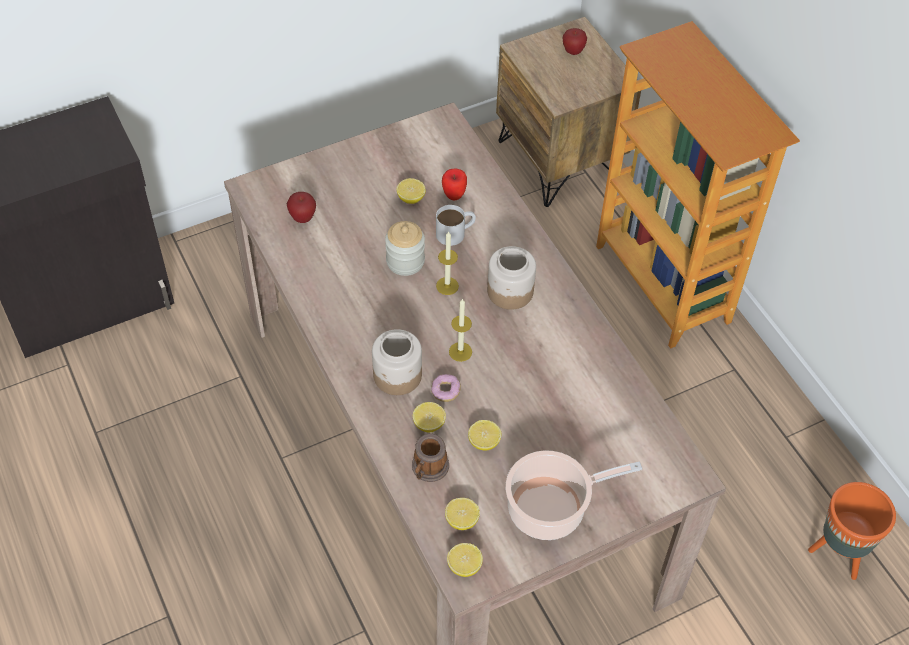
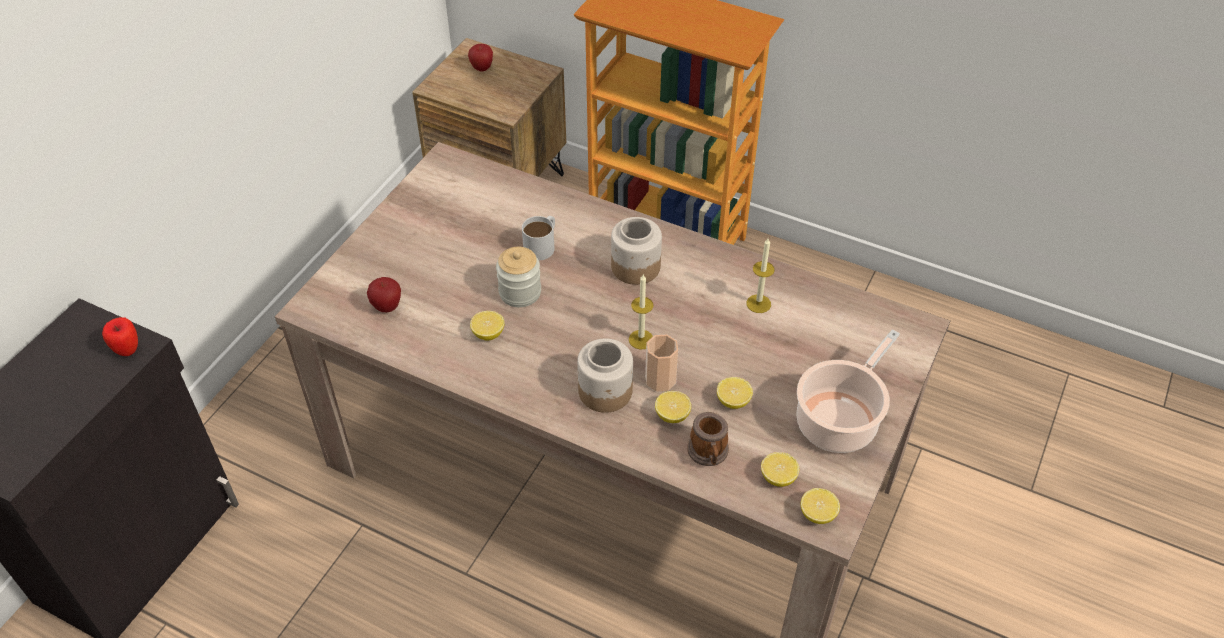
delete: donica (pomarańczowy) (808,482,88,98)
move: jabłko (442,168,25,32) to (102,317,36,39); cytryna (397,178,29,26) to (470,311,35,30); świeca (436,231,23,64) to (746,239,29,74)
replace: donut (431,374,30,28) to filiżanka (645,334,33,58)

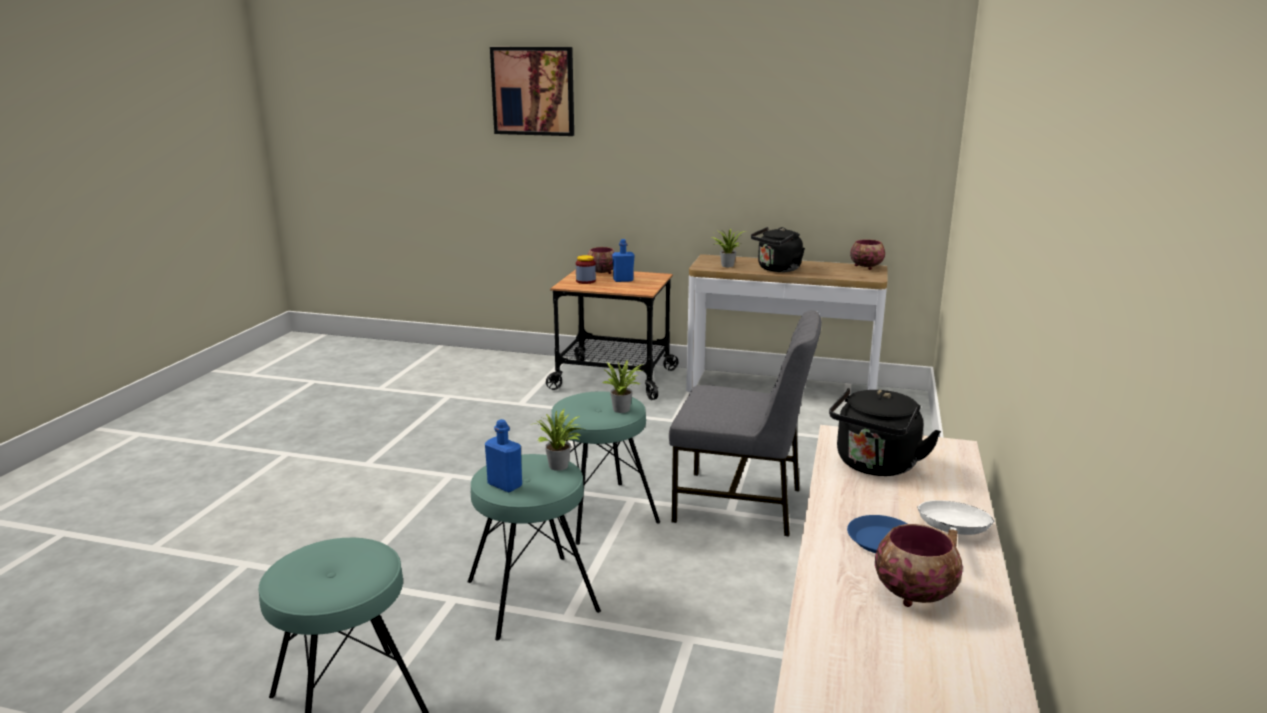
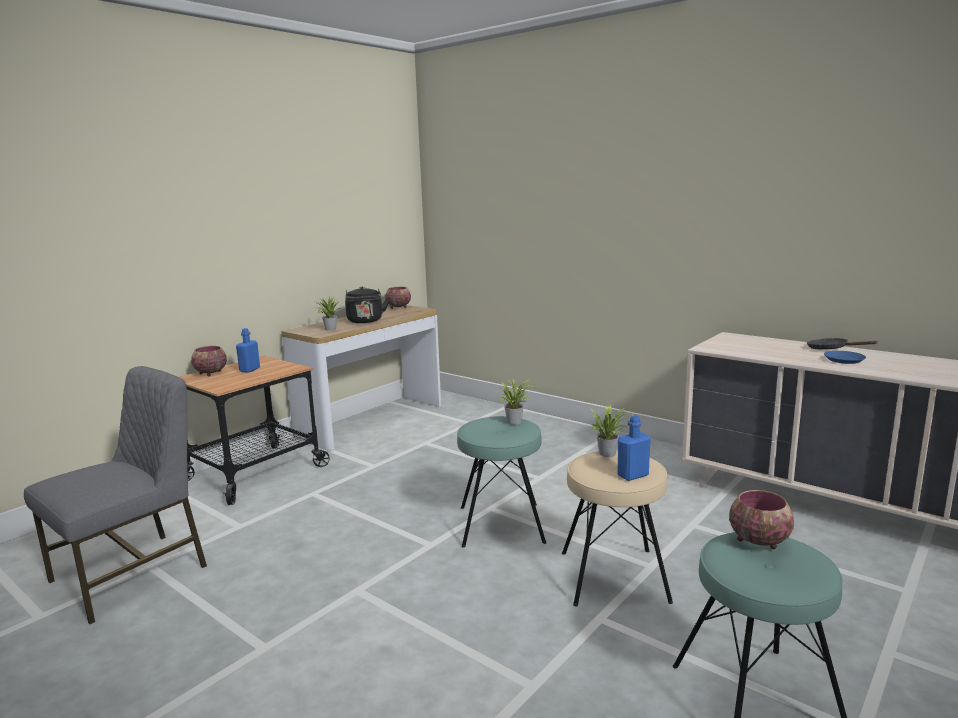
delete: obraz (490,47,84,89); słoik (576,255,20,29); czajnik (czarny) (829,388,112,88)
move: krzesło (szary) (669,310,153,226) to (24,366,183,258); miska (875,524,88,83) to (729,490,65,59)
recolor: stołek (turkusowy) (467,454,134,187) to stołek (beżowy) (562,451,111,156); patelnia (biały) (917,500,78,46) to patelnia (czarny) (807,338,71,12)

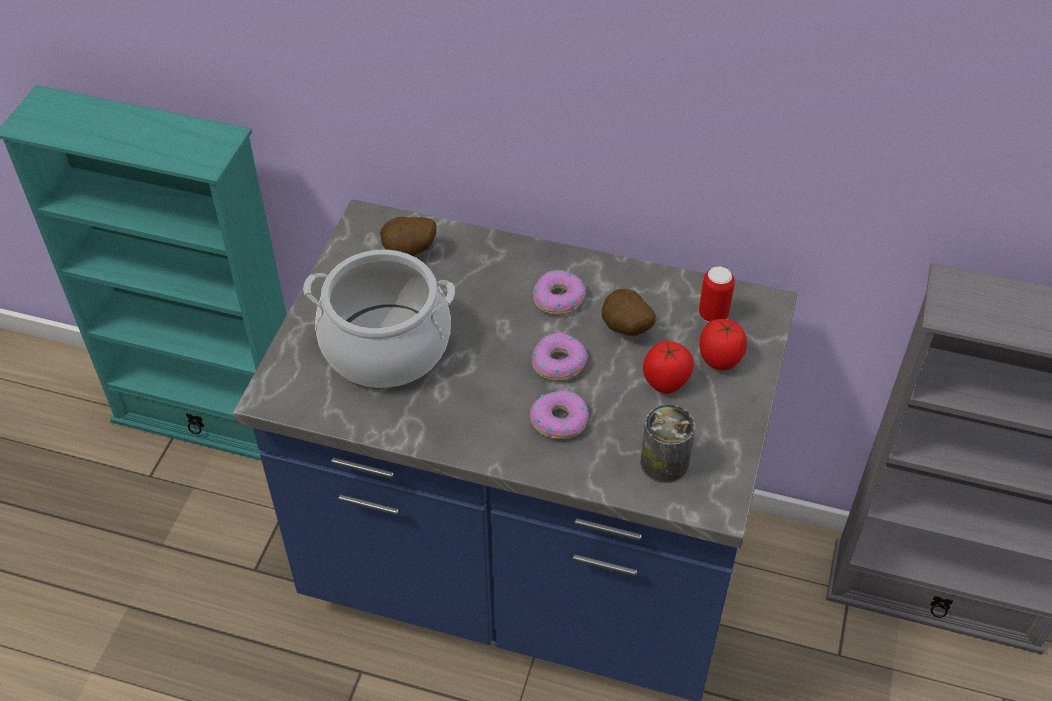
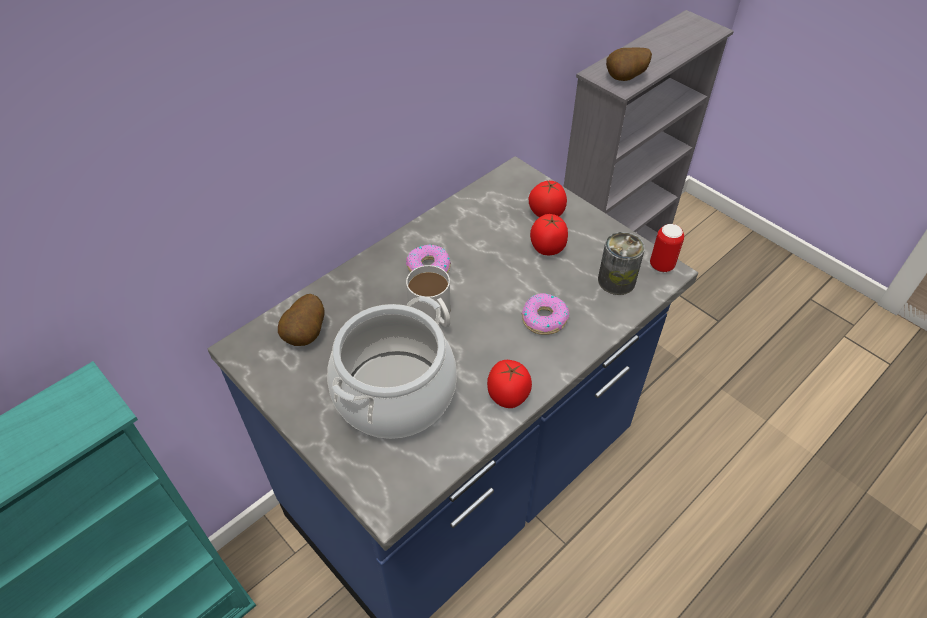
delete: donut (532,333,56,48)
insert: kubek (biały) (406,265,44,63); pomidor (487,360,45,48)
move: ziemniak (602,289,54,47) to (606,48,46,33); puszka (699,266,36,56) to (650,224,34,48)

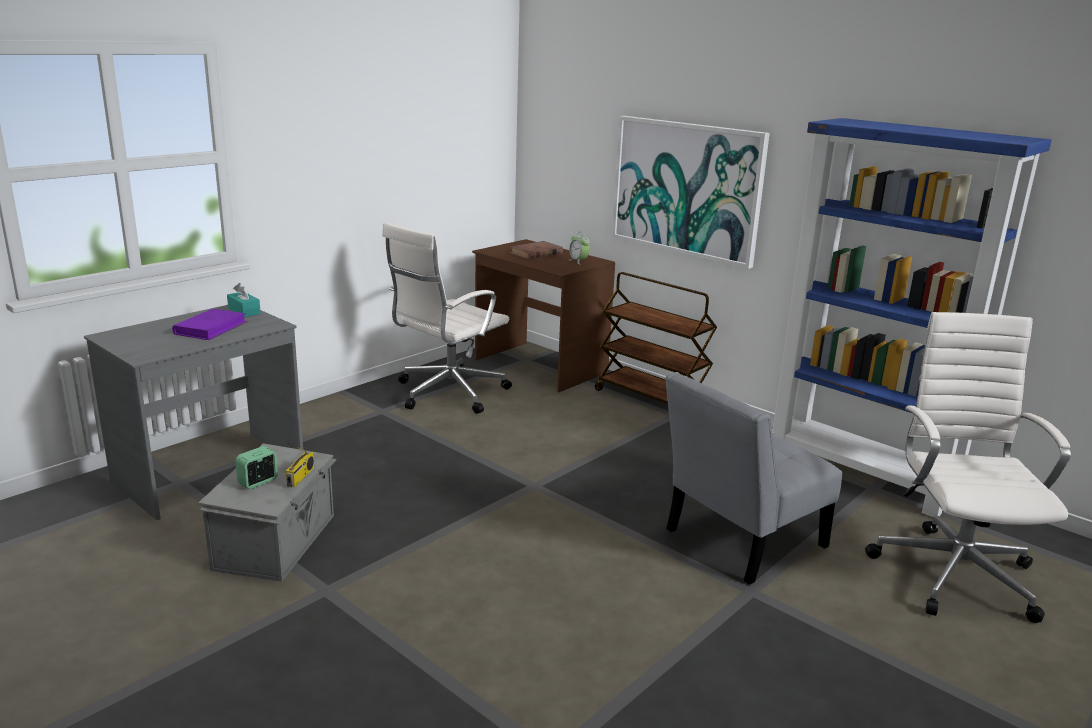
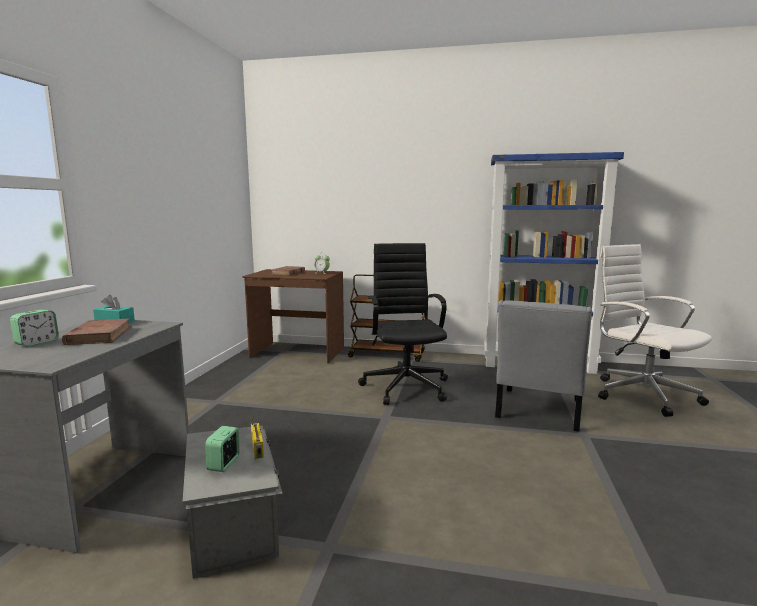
delete: krzesło biurowe (biały) (382,222,130,192); obraz (612,116,158,153)
insert: budzik (10,310,49,36); krzesło biurowe (czarny) (358,243,90,162)
recolor: książka (fioletowy) (172,309,76,31) to książka (brązowy) (62,319,70,26)

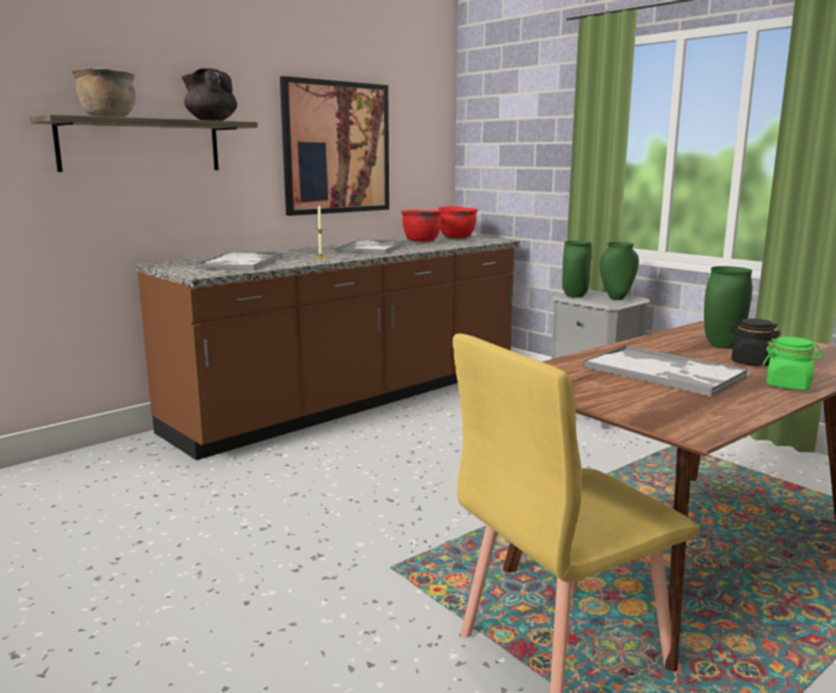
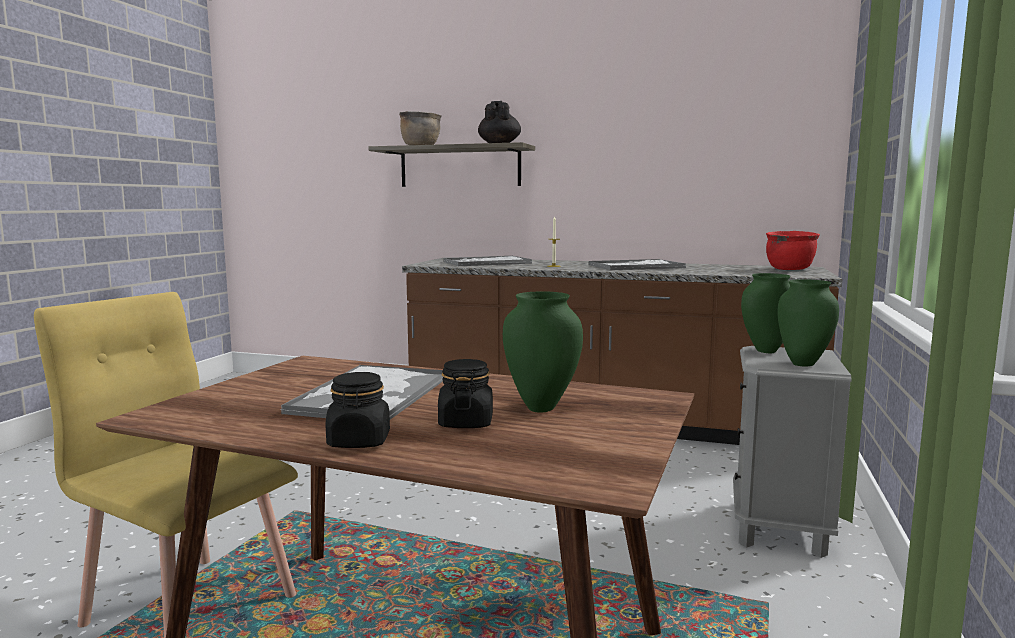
delete: obraz (280,76,109,140); garnek (czerwony) (401,210,41,32)
recolor: słoik (zielony) (762,337,62,53) to słoik (czarny) (326,372,64,76)

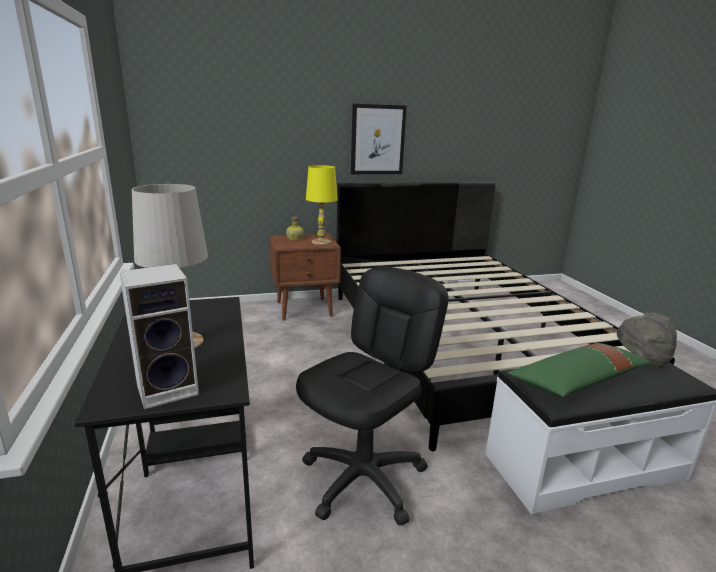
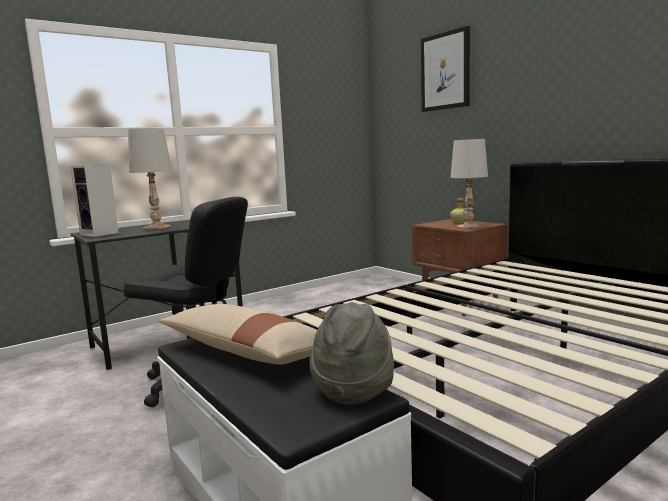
move: obraz (351,104,56,70) to (421,26,49,86)
recolor: poduszka (zielony) (508,343,143,54) to poduszka (beżowy) (159,304,158,61); lampa stołowa (żółty) (306,165,32,80) to lampa stołowa (biały) (450,139,38,90)

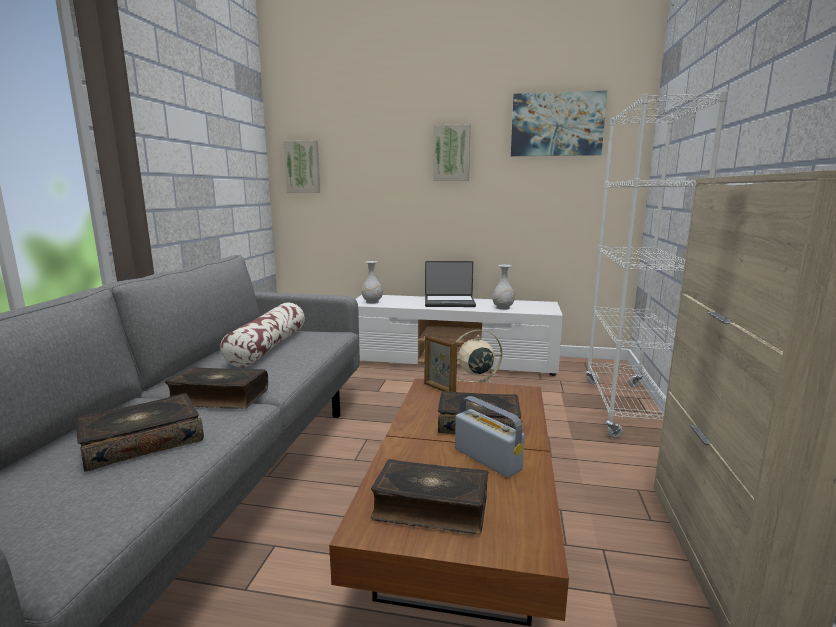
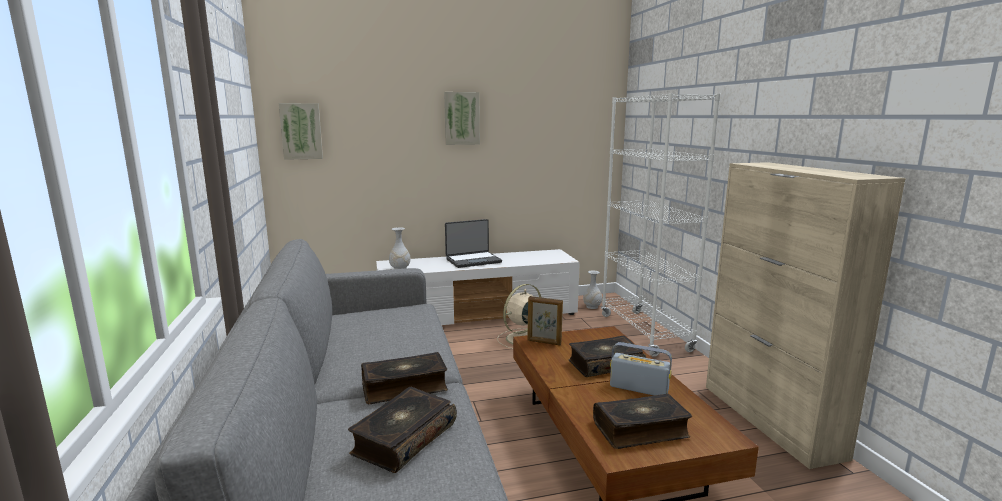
delete: poduszka (220,302,85,65); obraz (511,90,96,66)
move: wazon (biały) (492,265,23,45) to (583,271,19,38)

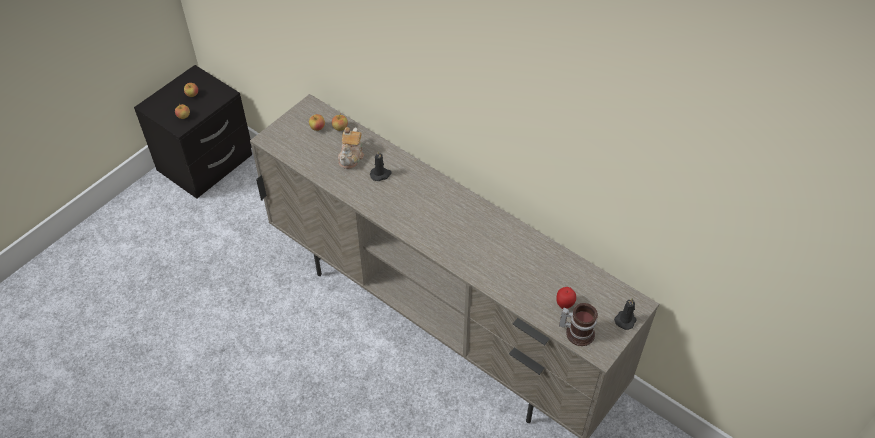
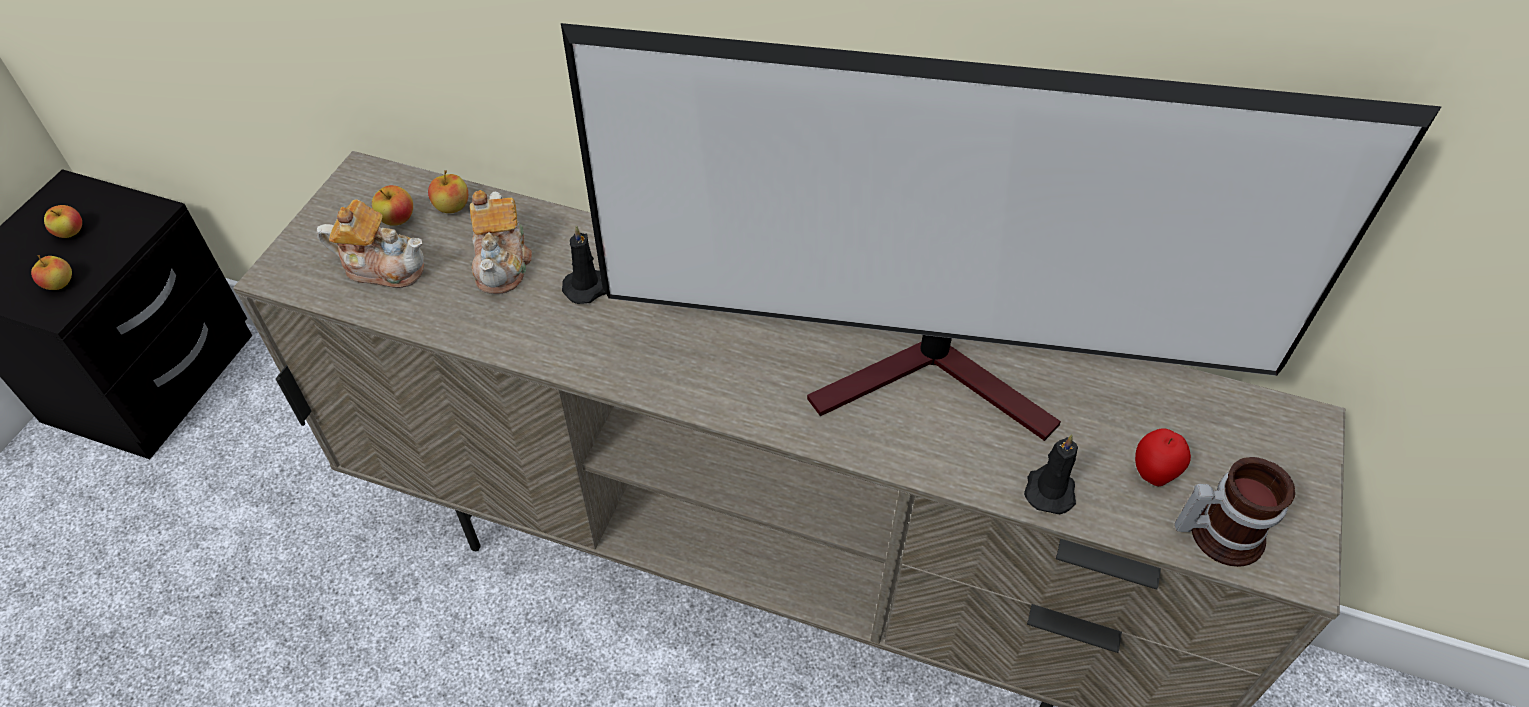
insert: imbryk (317,199,107,89); telewizor (561,23,881,418)
move: świeca (czarny) (614,298,23,32) to (1024,434,54,80)

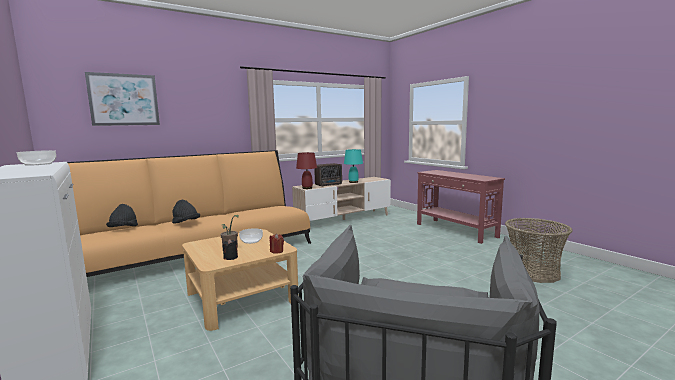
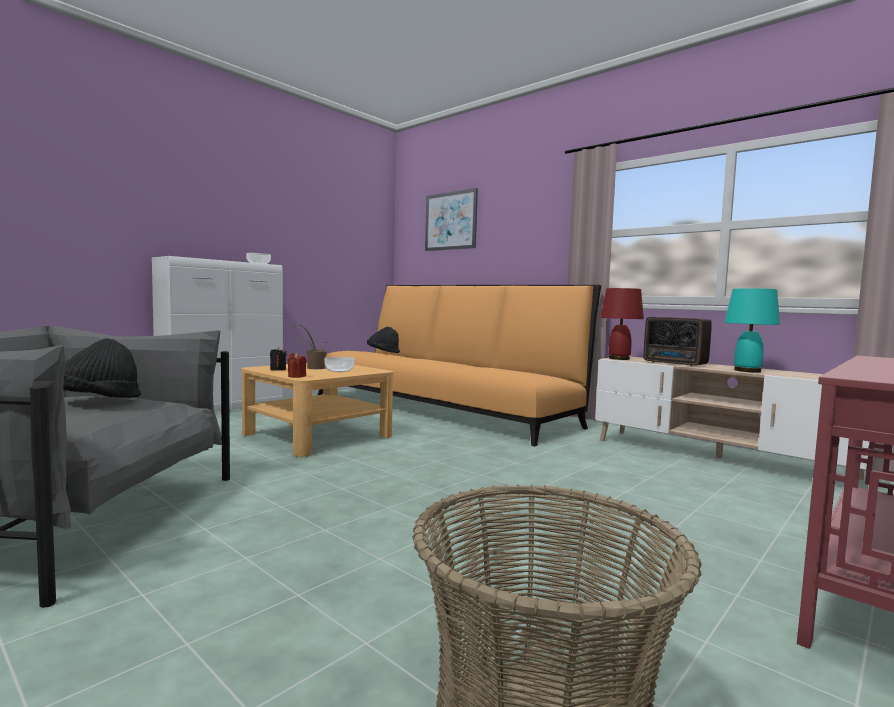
move: kapelusz (czarny) (172,200,28,24) to (63,338,78,60)

